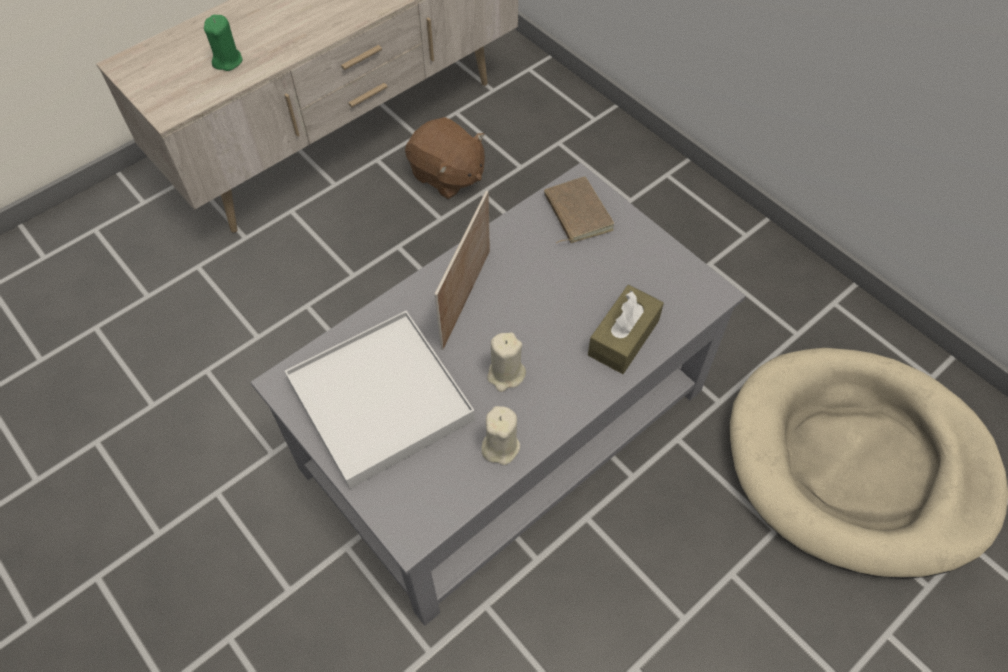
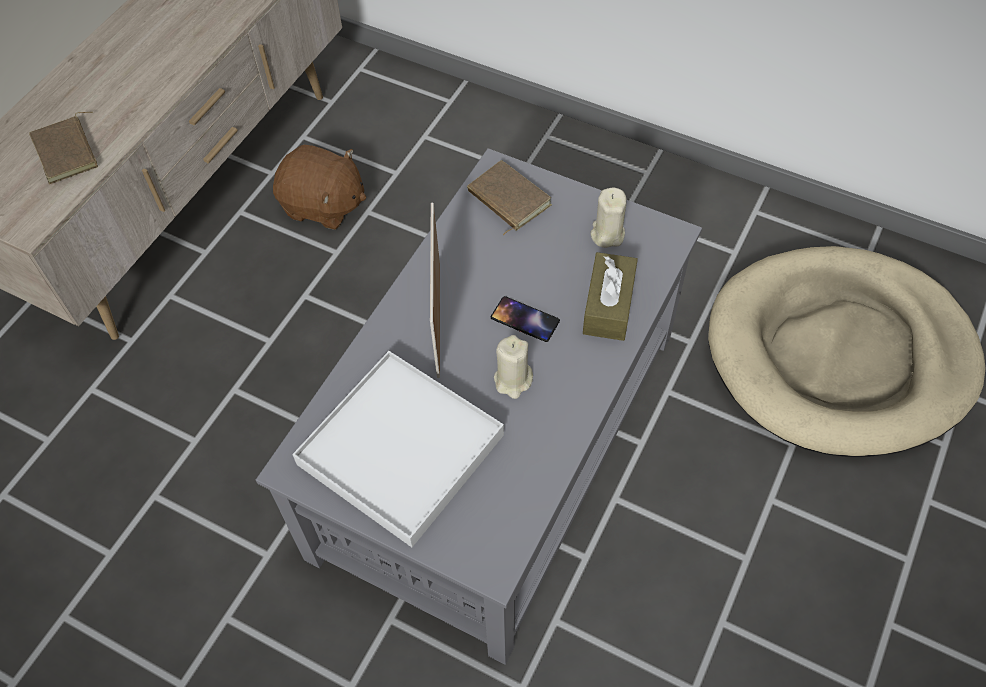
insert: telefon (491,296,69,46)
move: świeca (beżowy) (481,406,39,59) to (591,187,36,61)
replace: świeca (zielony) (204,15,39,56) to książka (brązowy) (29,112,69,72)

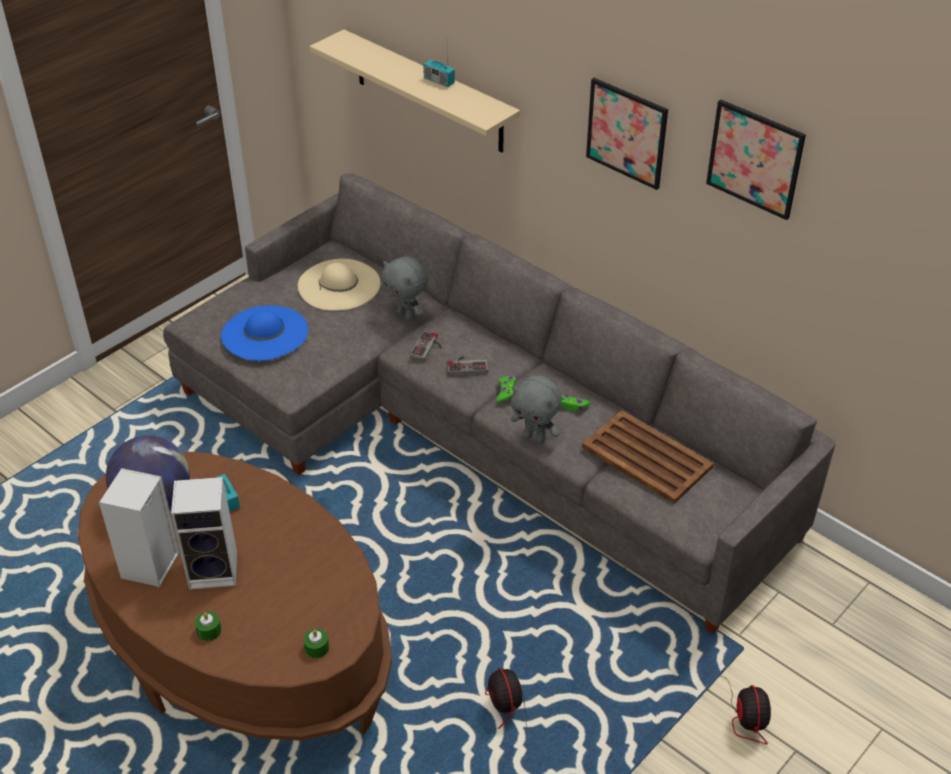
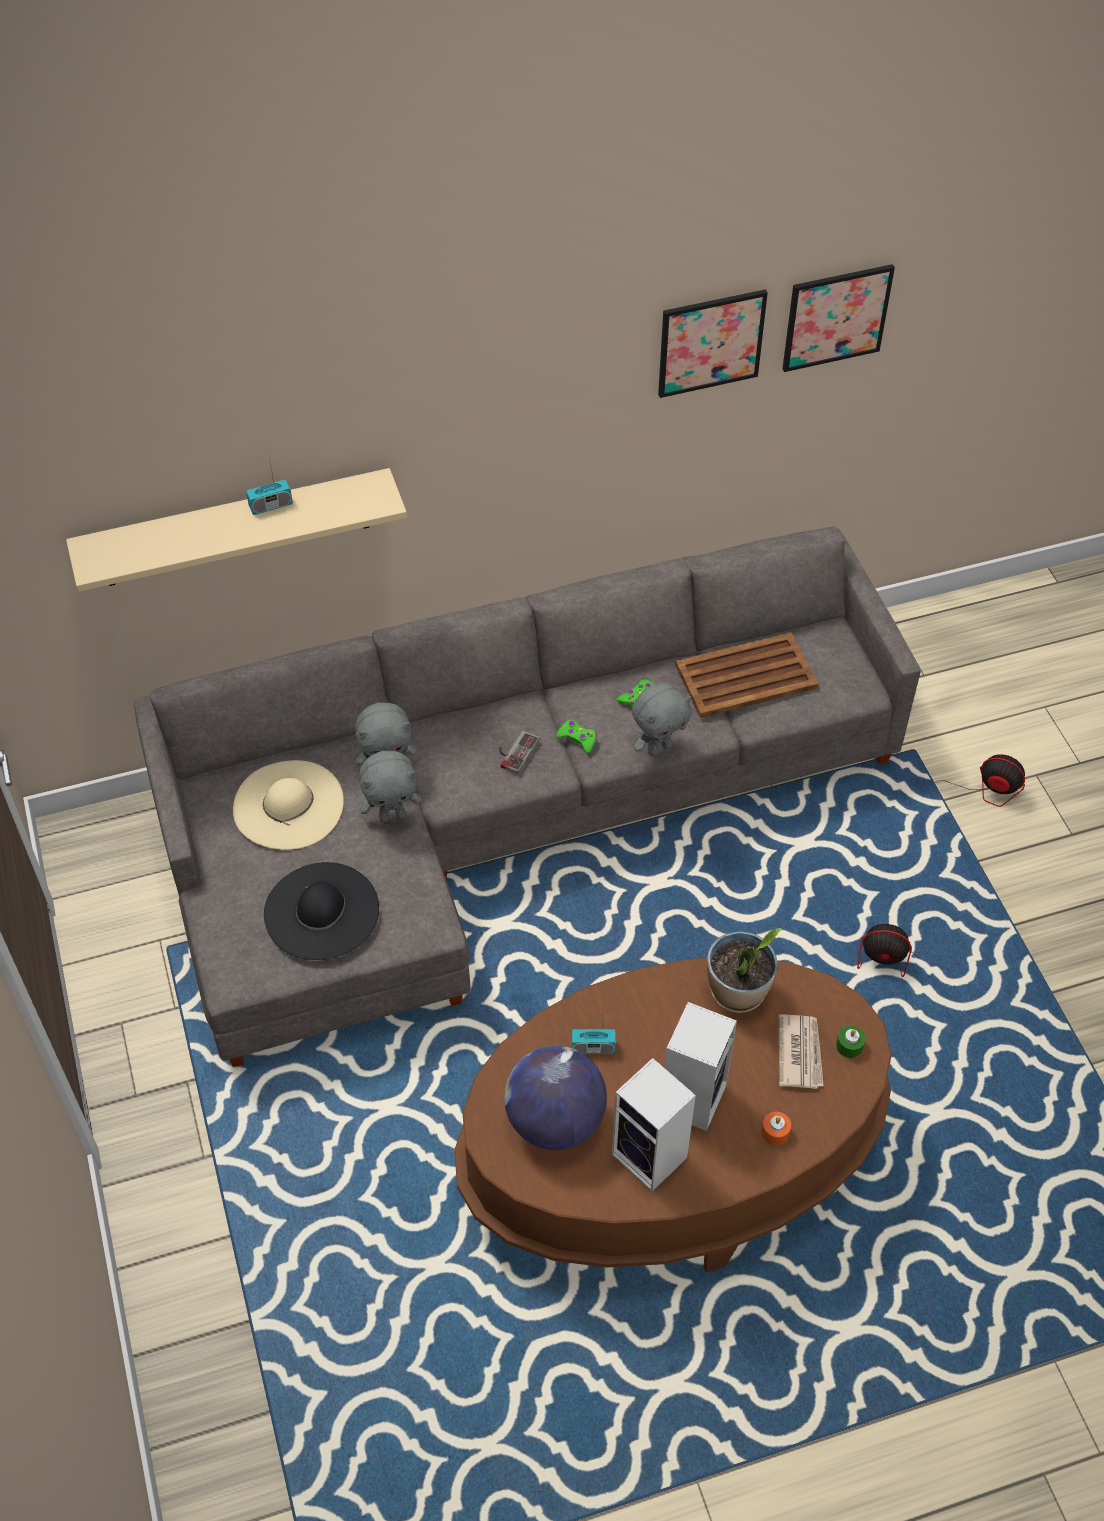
delete: pad do gier (410,331,32,30)
insert: pluszak (szary) (359,751,63,71); roślina doniczkowa (707,928,75,85); gazeta (779,1014,44,75)
move: obraz (586,78,82,112) to (782,264,113,108)
recolor: kapelusz (niebieski) (221,305,87,56) to kapelusz (czarny) (264,862,115,98); świeca (zielony) (195,611,26,30) to świeca (pomarańczowy) (761,1112,30,33)

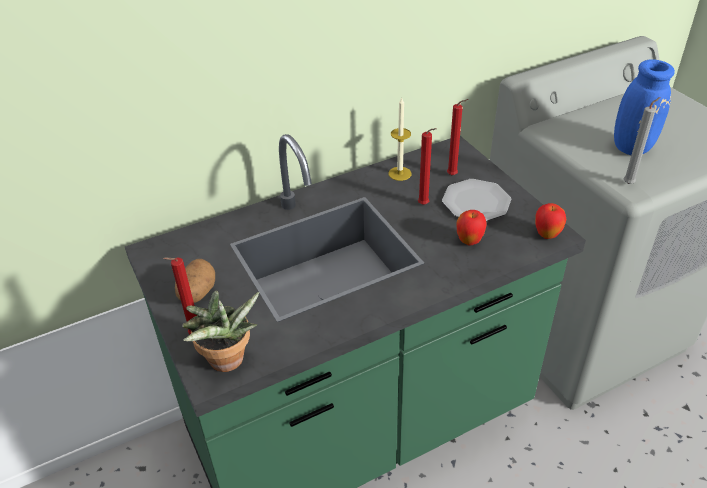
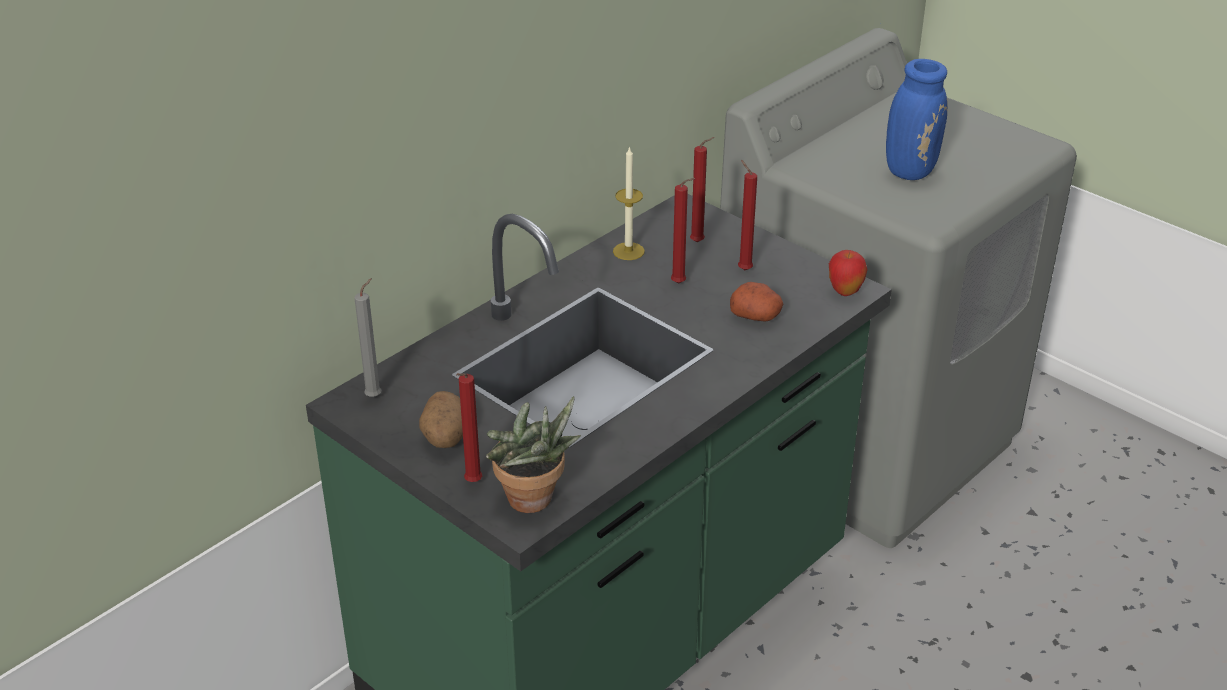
move: świeca (szary) (623,97,38,87) to (354,278,27,119)
replace: jabłko (457,210,30,36) to ziemniak (730,282,53,40); talerz (442,179,69,42) to świeca (czerwony) (738,160,19,110)

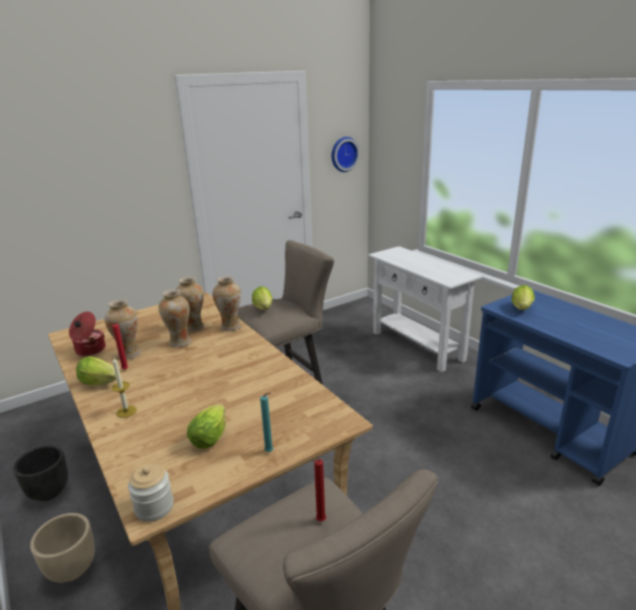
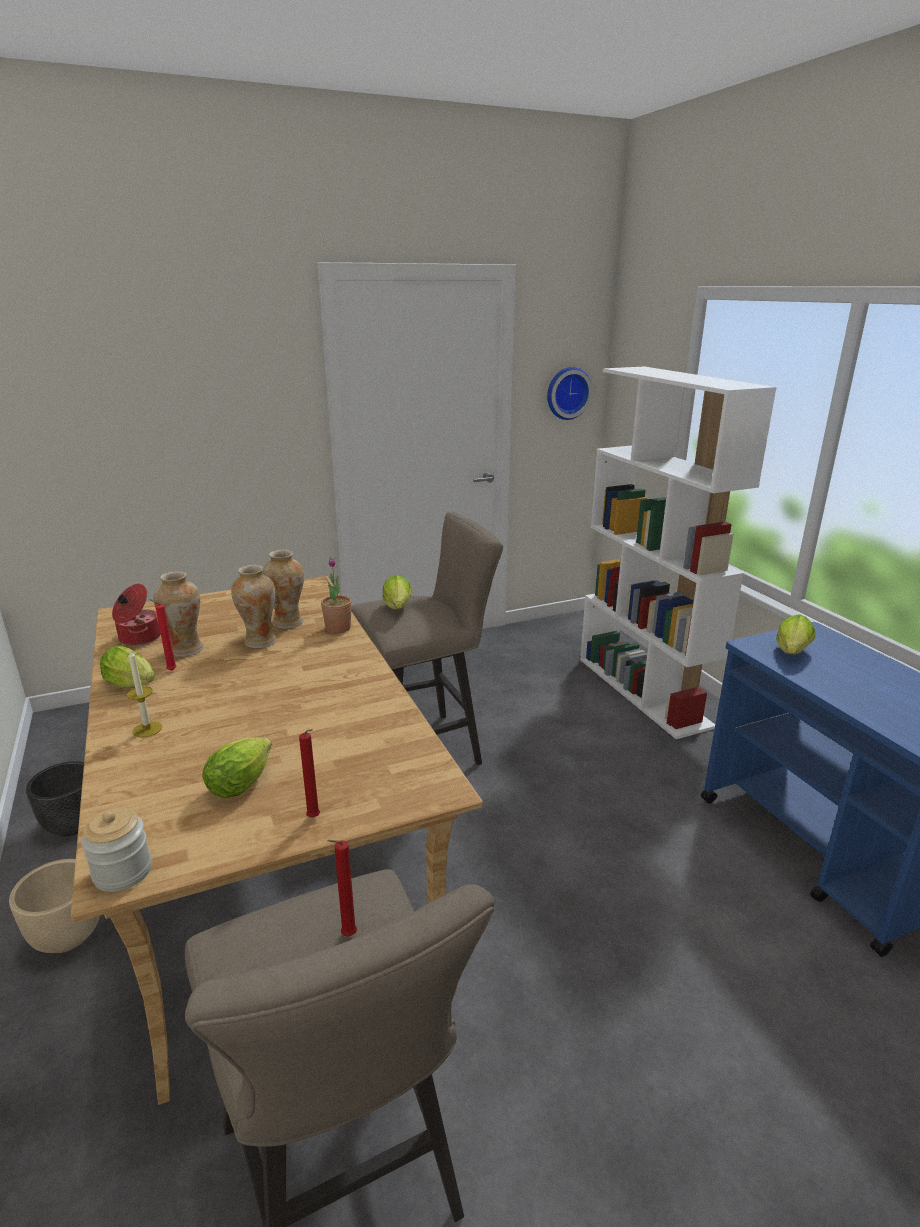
replace: wazon (212,276,29,55) to roślina doniczkowa (321,558,31,75); stolik konsolowy (biały) (368,246,115,126) to regał (biały) (580,366,197,373)
recolor: świeca (turkusowy) (260,393,13,59) to świeca (czerwony) (299,729,21,89)

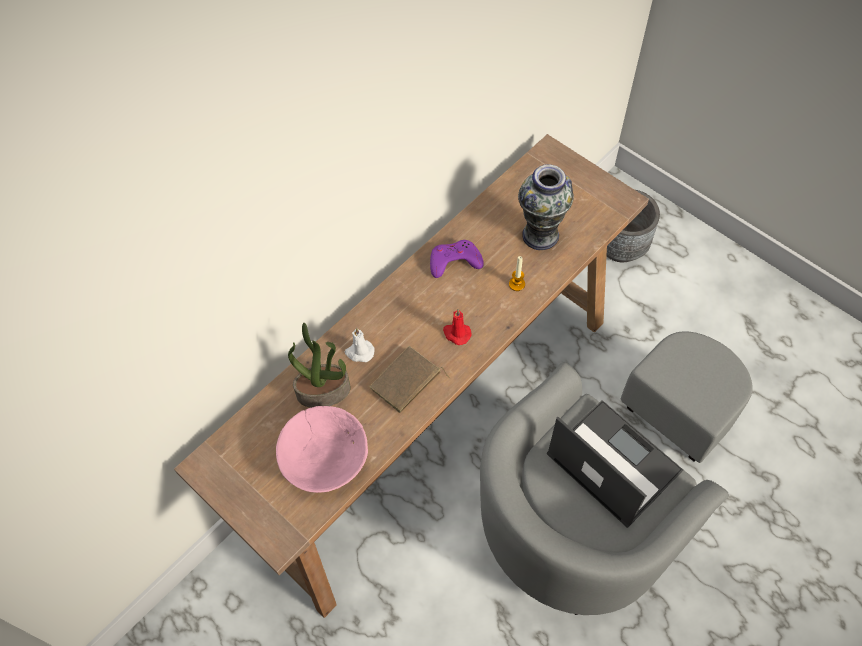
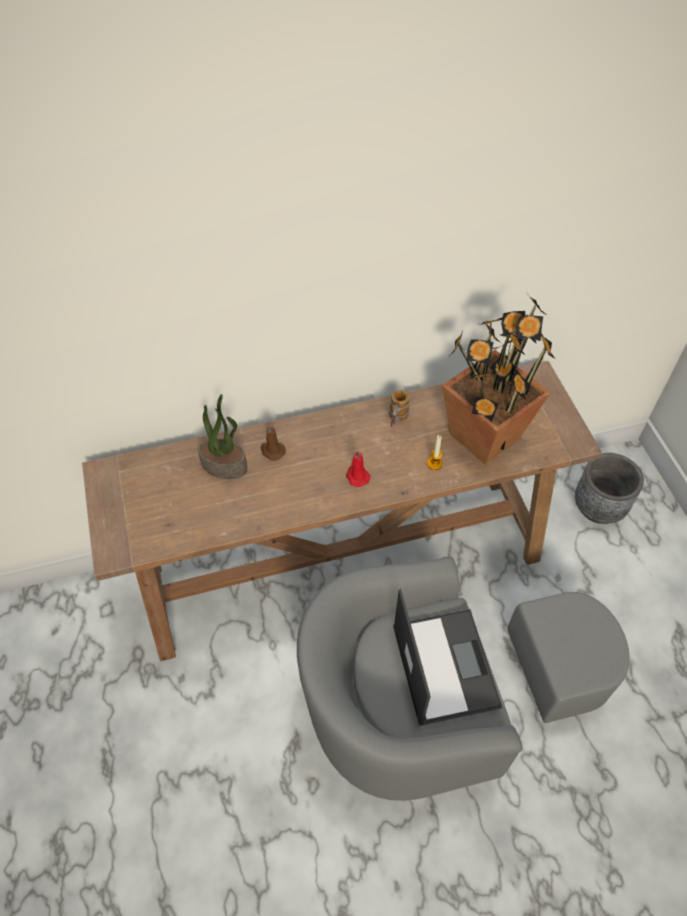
delete: miska (różowy) (276,406,92,87); książka (brązowy) (370,346,80,67)
replace: pad do gier (fioletowy) (430,240,54,38) to kubek (389,390,21,37); wazon (518,164,56,86) to roślina doniczkowa (442,295,113,169)
recolor: świeca (biały) (345,328,30,34) to świeca (brązowy) (261,425,25,36)

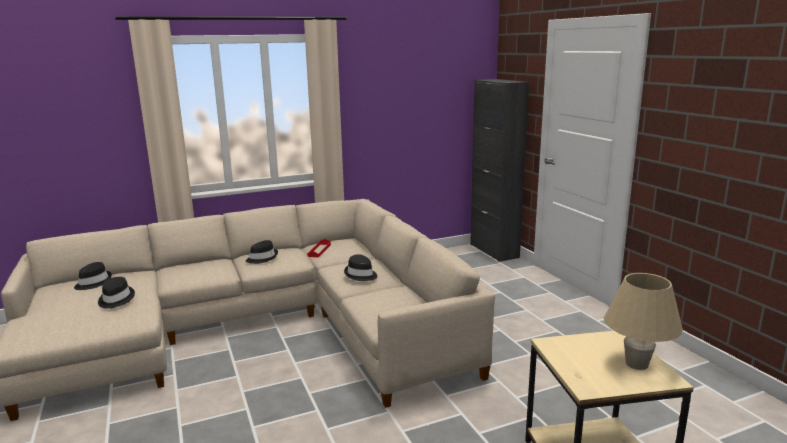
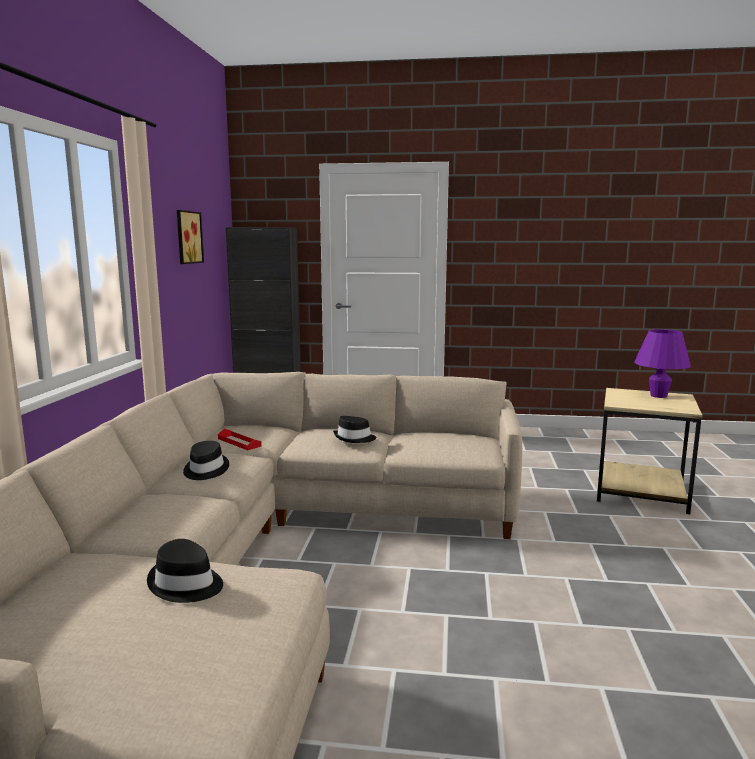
delete: kapelusz (czarny) (74,262,38,28)
insert: obraz (177,210,27,54)
recolor: lampa stołowa (beżowy) (604,273,79,97) to lampa stołowa (fioletowy) (634,329,57,69)

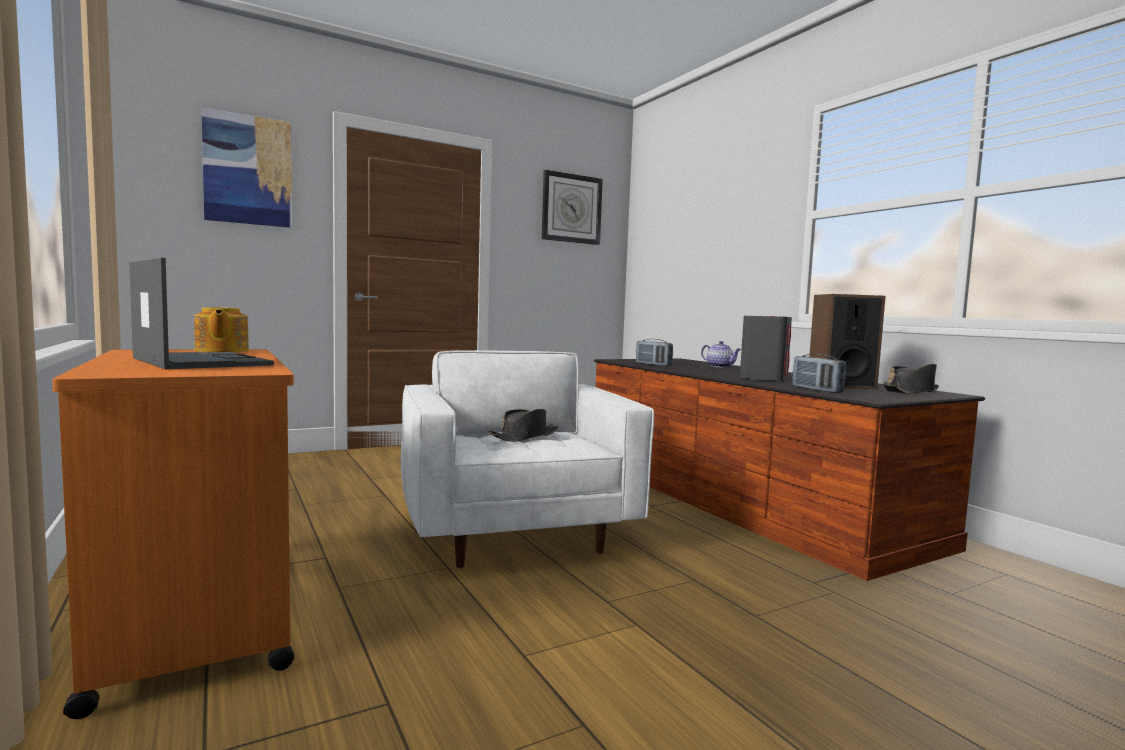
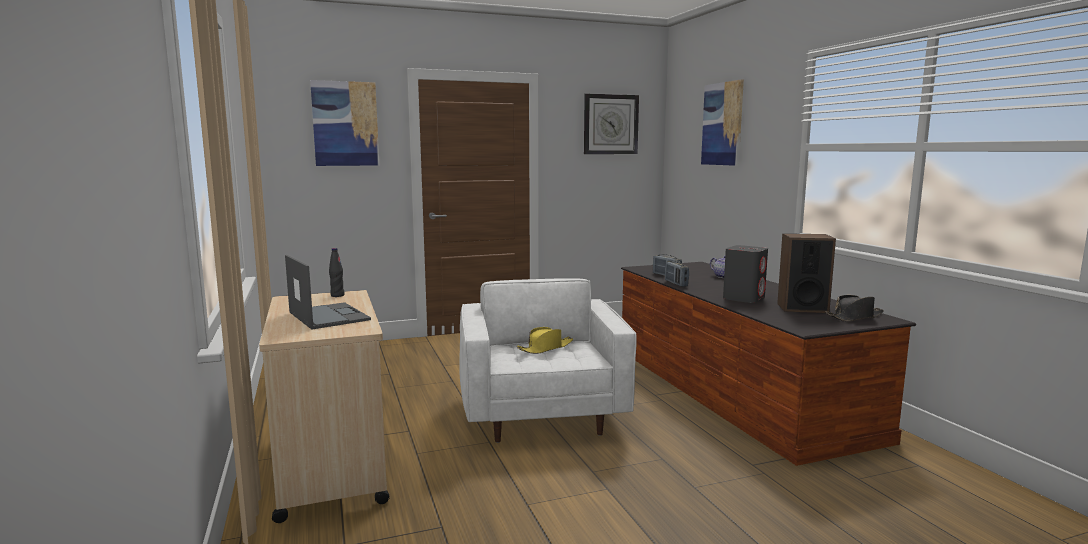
insert: obraz (701,79,43,87)
move: radio (792,354,54,39) to (665,261,24,26)
replace: imbryk (194,307,55,45) to butelka (czarny) (329,248,15,49)
recolor: wózek (pomarańczowy) (52,350,243,369) to wózek (beżowy) (259,290,131,233); kapelusz (czarny) (488,409,70,33) to kapelusz (żółty) (517,327,56,27)

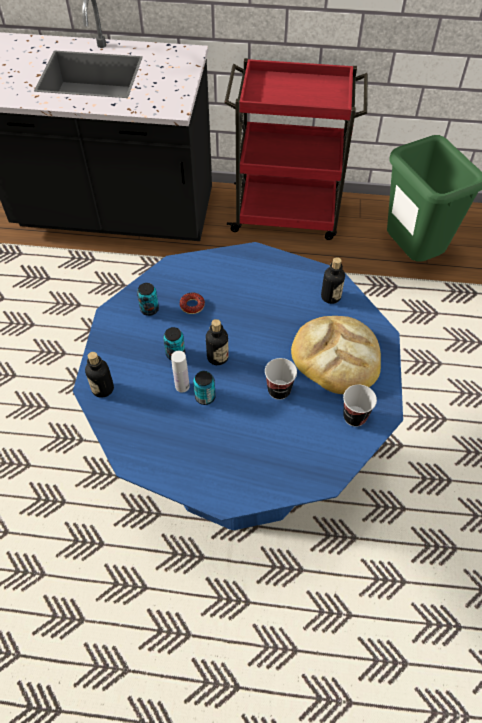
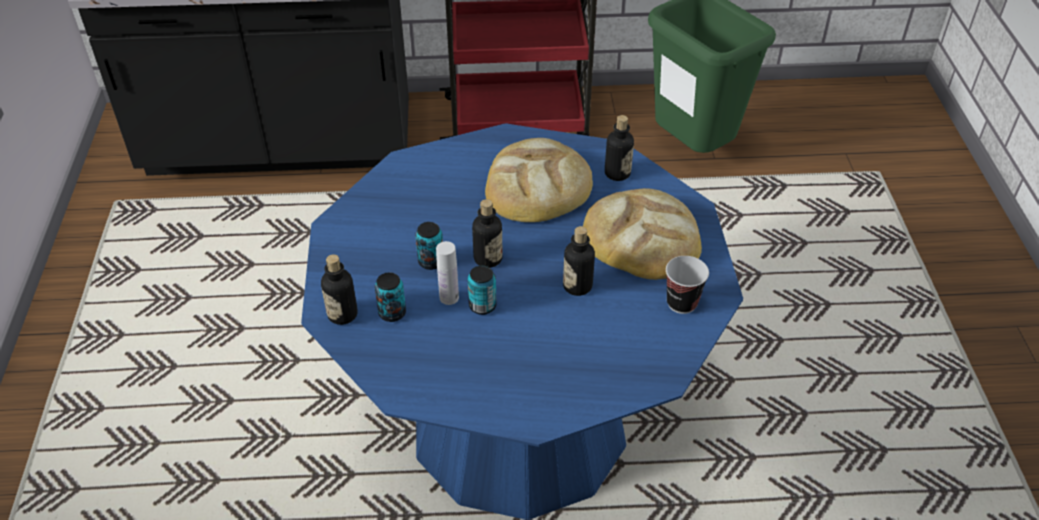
delete: donut (180,292,25,22)
insert: chleb (485,138,108,84)
move: puszka (137,283,22,33) to (375,272,31,50)
replace: filiżanka (265,358,32,42) to butelka (563,226,32,70)

